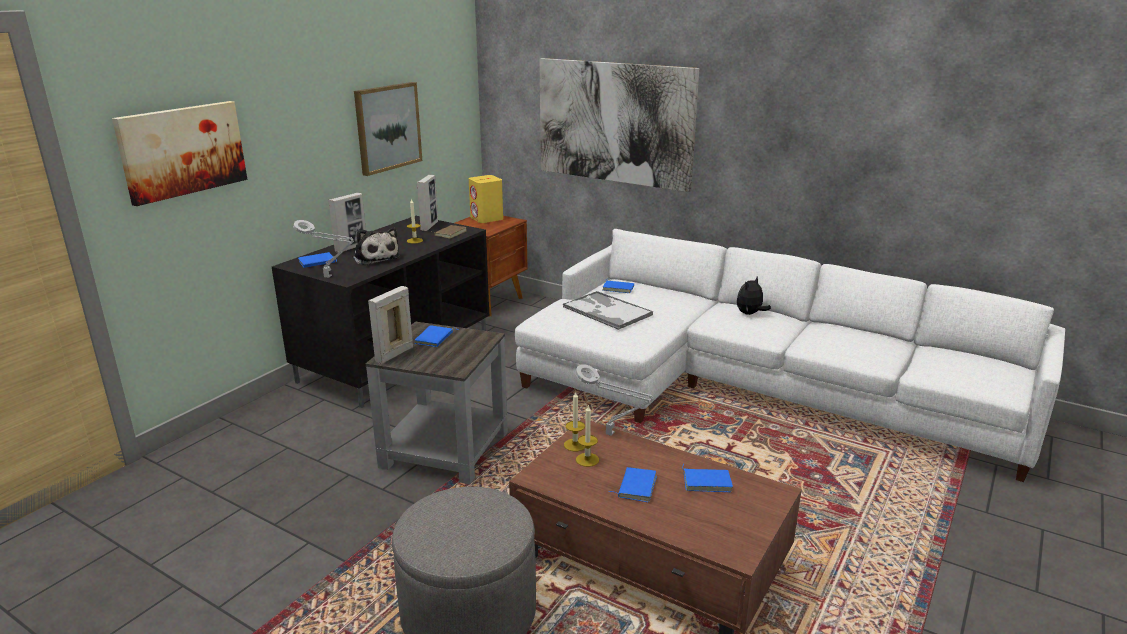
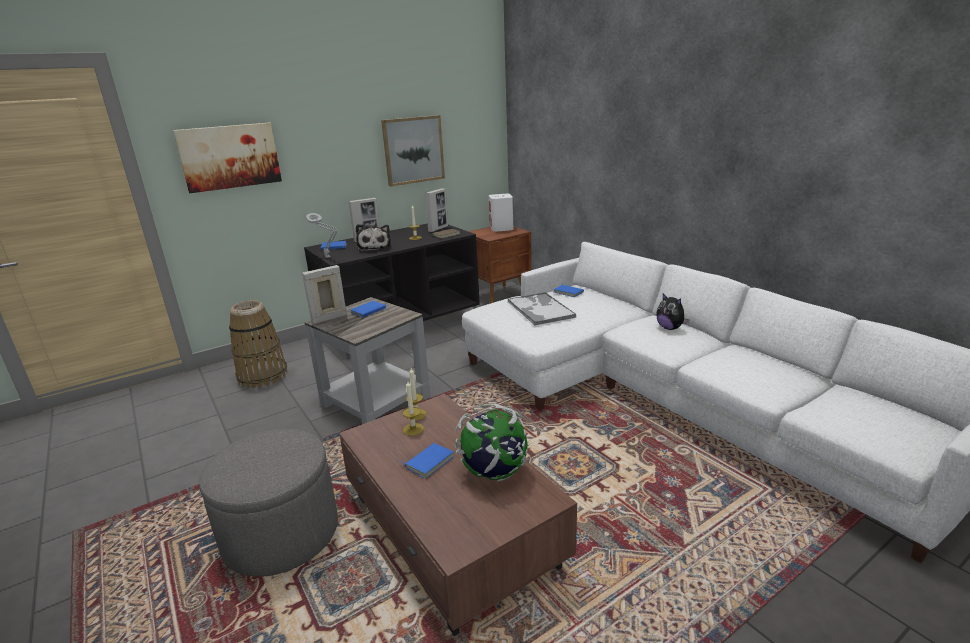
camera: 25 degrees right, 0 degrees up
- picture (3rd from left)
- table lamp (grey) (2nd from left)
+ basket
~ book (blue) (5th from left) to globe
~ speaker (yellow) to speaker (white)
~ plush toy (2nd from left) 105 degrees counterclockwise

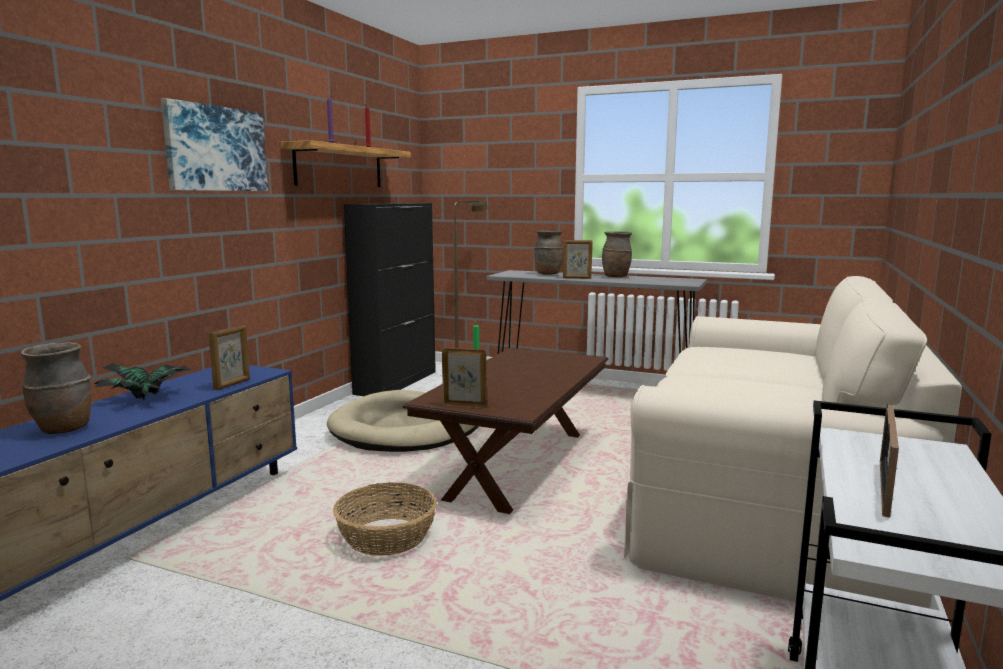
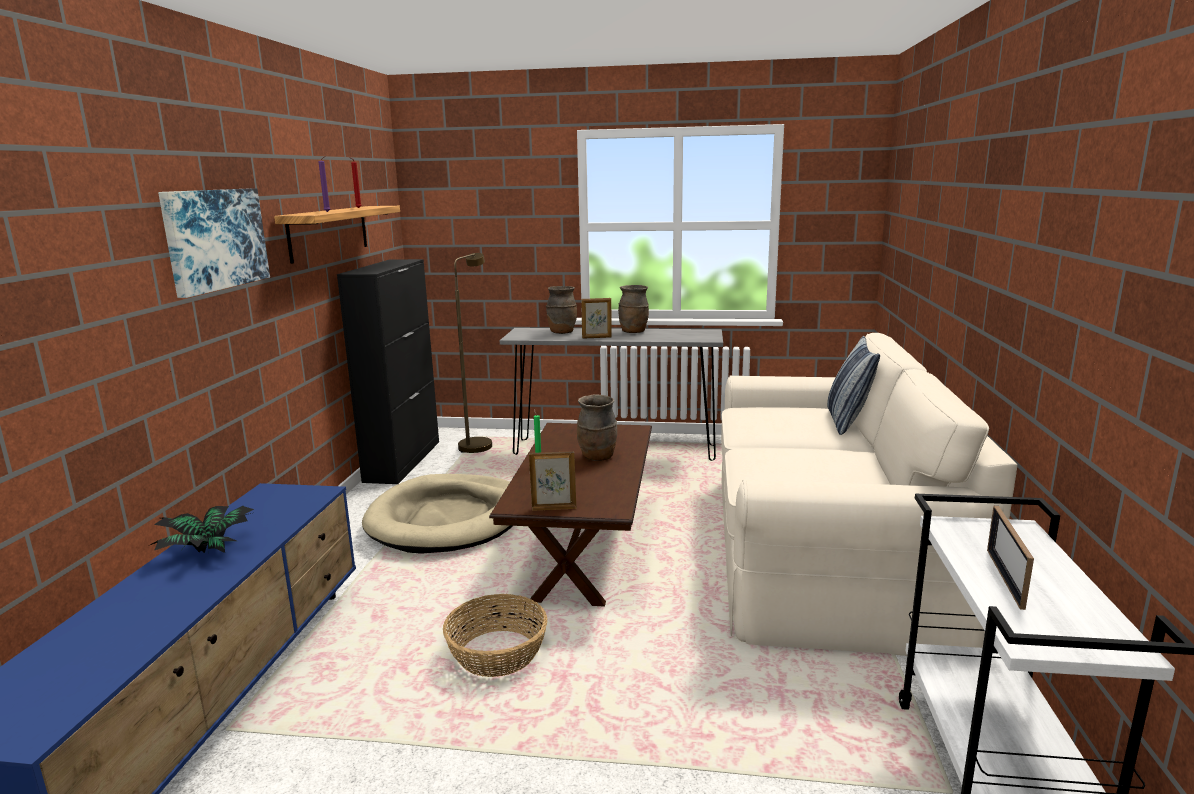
camera: 15 degrees left, 5 degrees up
- picture frame (1st from left)
+ pillow
~ vase (brown) (1st from left in the first image) to vase (brown) (2nd from left)

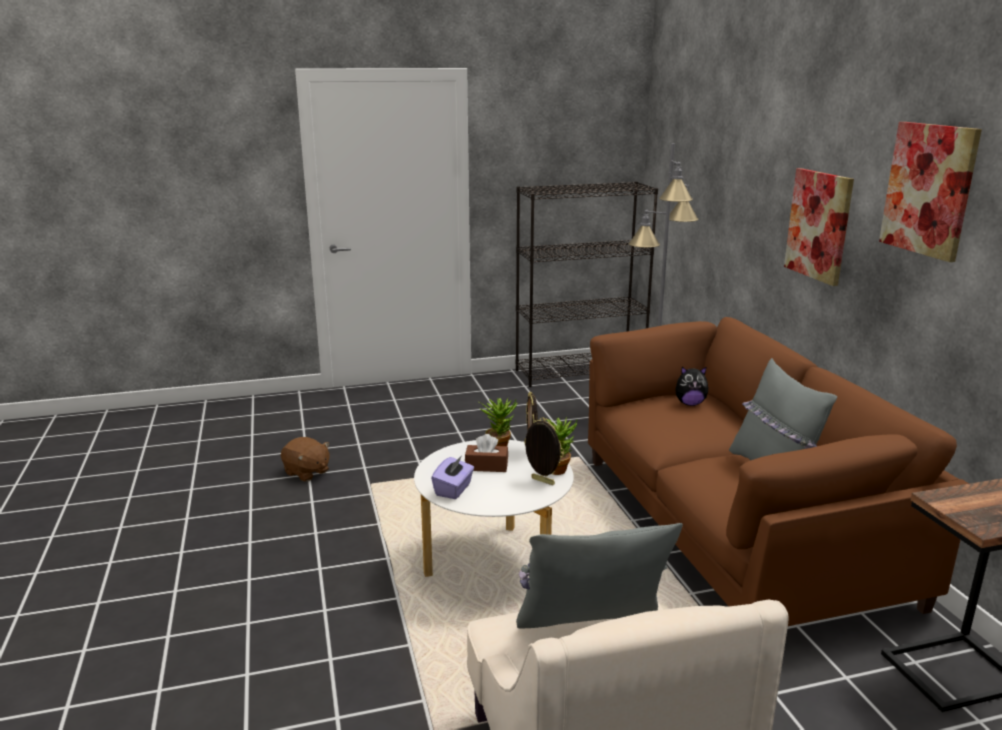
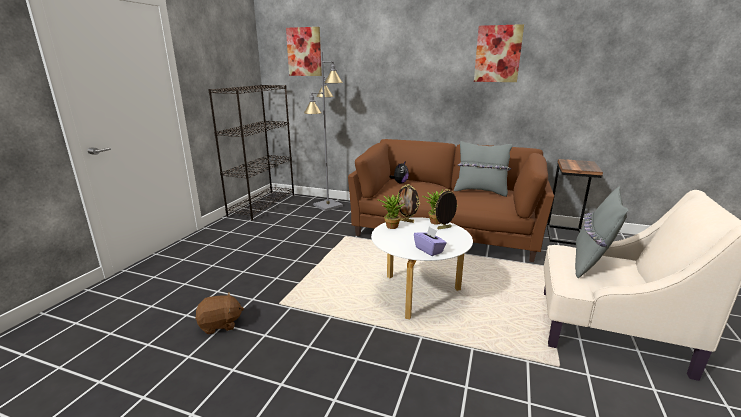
camera: 55 degrees left, 0 degrees up
- tissue box (brown)
~ picture (1st from left)

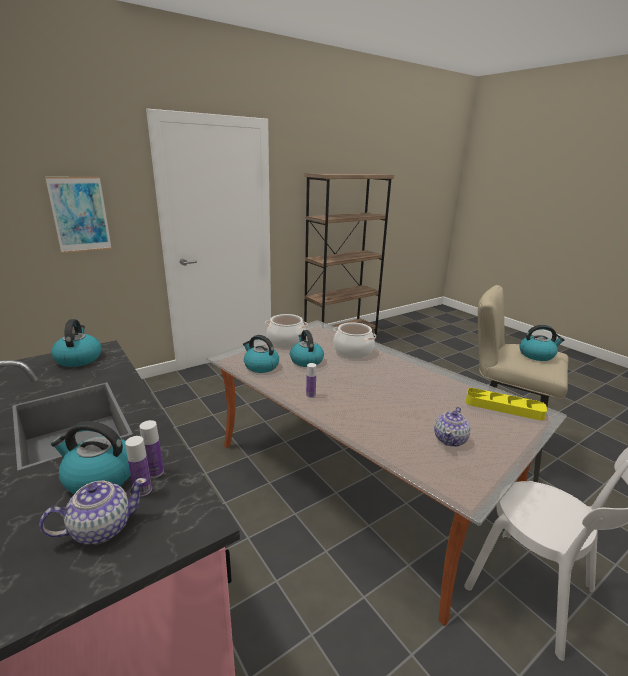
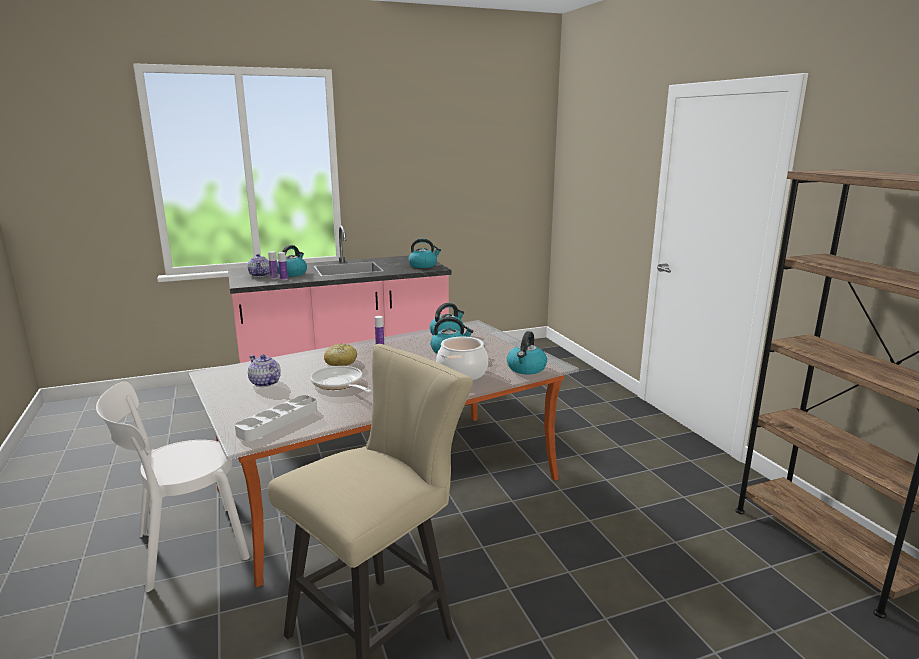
camera: 105 degrees right, 5 degrees down
- picture
- cooking pot (1st from left)
+ frying pan
+ bread
~ kettle (5th from left)
~ tray (yellow) to tray (grey)

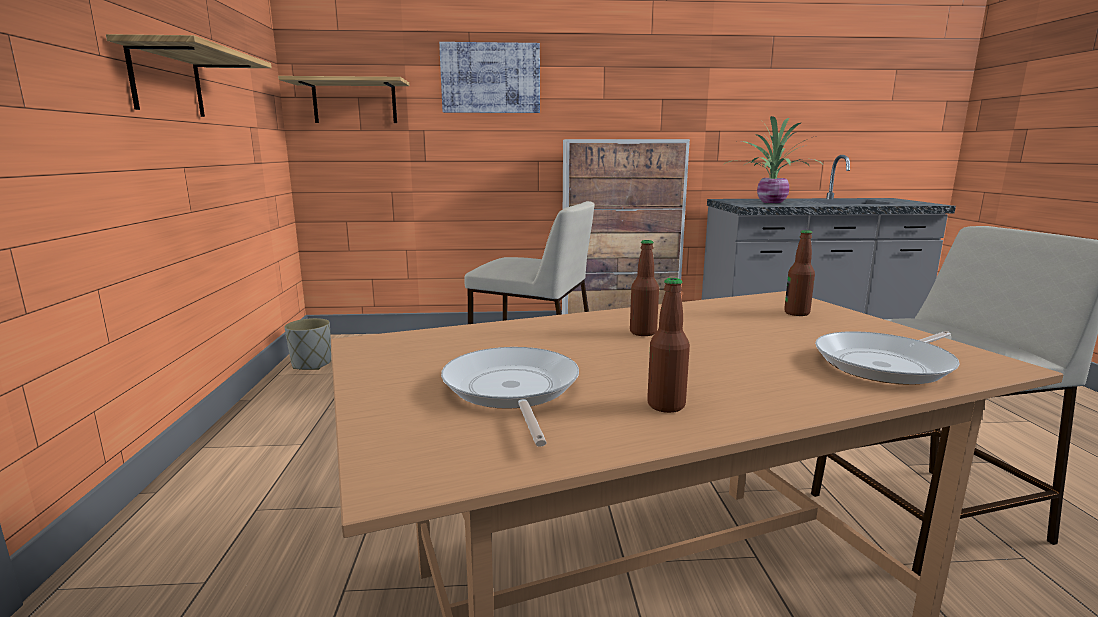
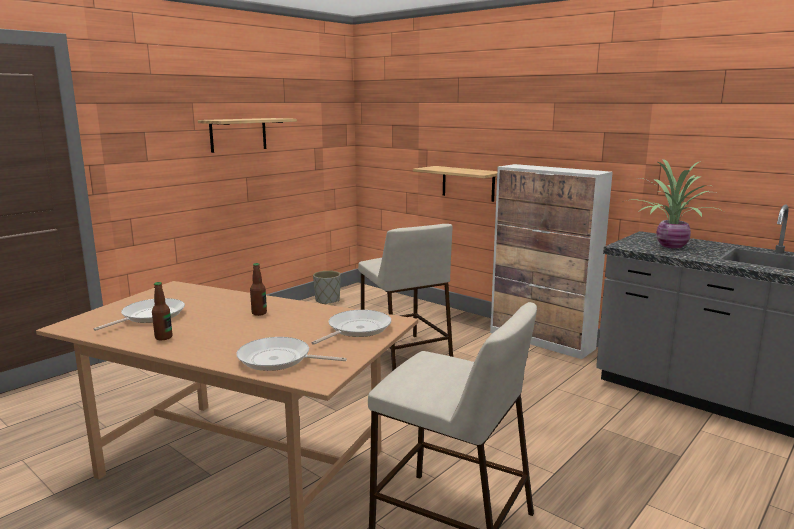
camera: 45 degrees right, 0 degrees up
- picture
~ shelf (2nd from left)
~ bottle (3rd from left) to frying pan (3rd from left)

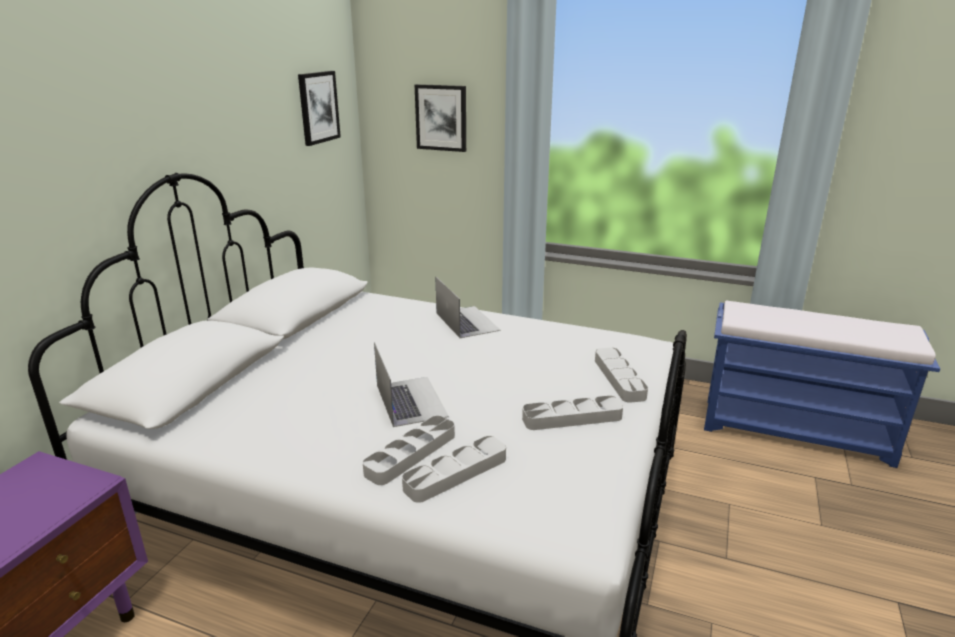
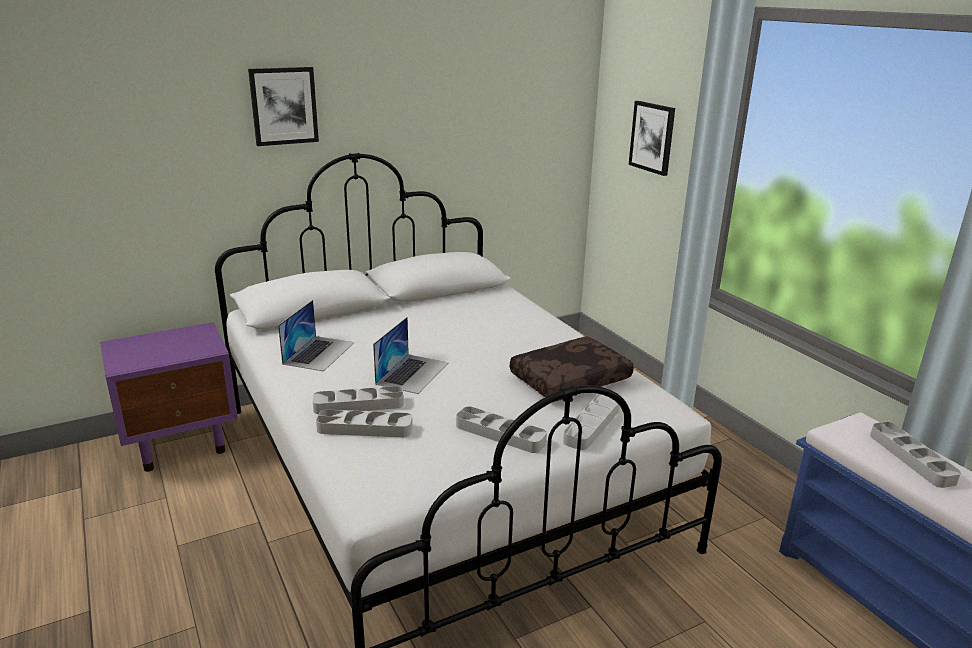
camera: 40 degrees right, 0 degrees up
+ pillow (brown)
+ tray (grey) (5th from left)
~ picture (1st from left)
~ laptop (2nd from left in the first image) to laptop (1st from left)

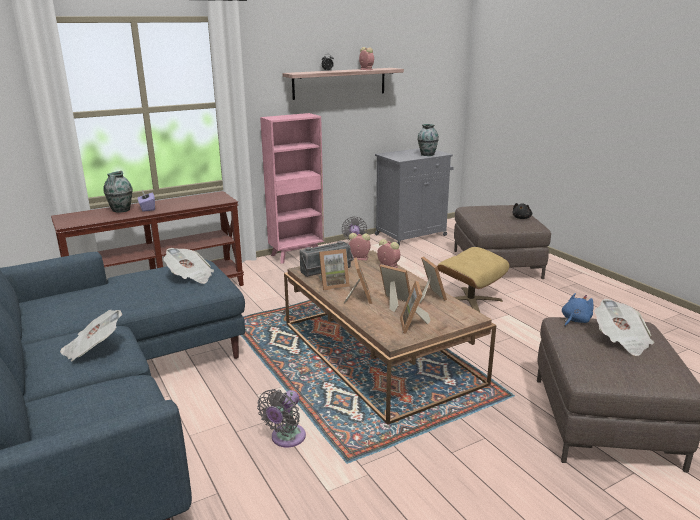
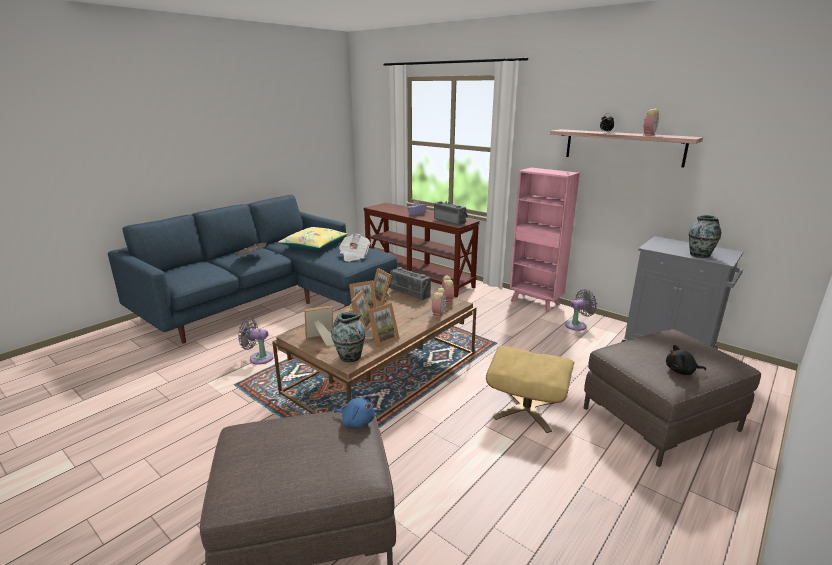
camera: 70 degrees right, 0 degrees up
- newspaper (3rd from left)
+ pillow (yellow)
+ radio (2nd from left)
~ vase (1st from left)

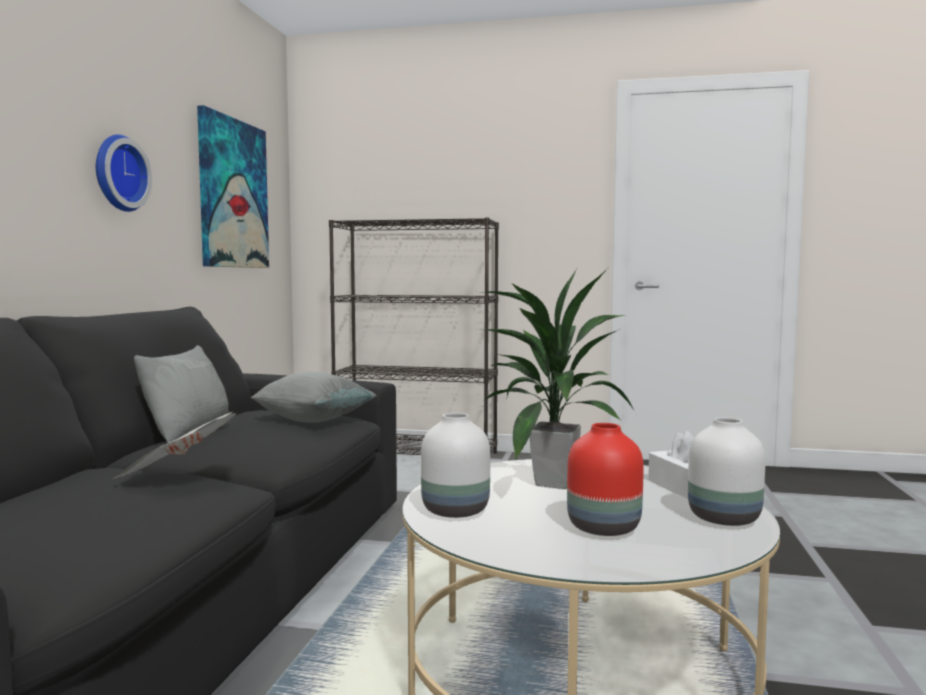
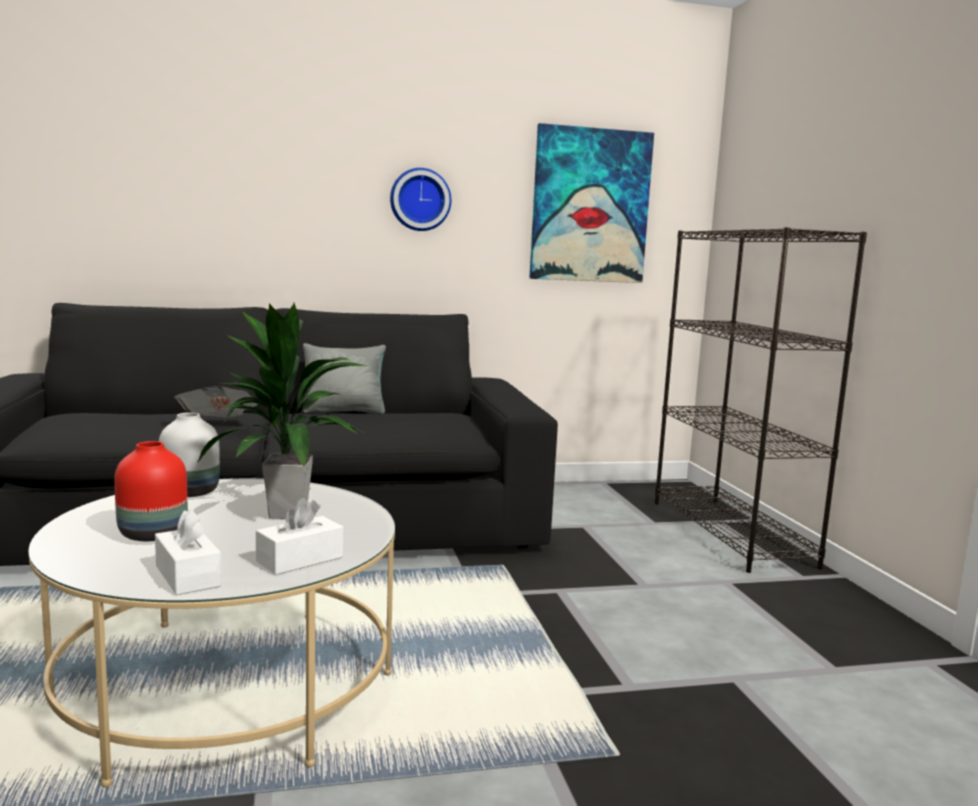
camera: 65 degrees right, 5 degrees up
- pillow (grey) (2nd from left)
~ vase (white) (2nd from left) to tissue box (white) (1st from left)

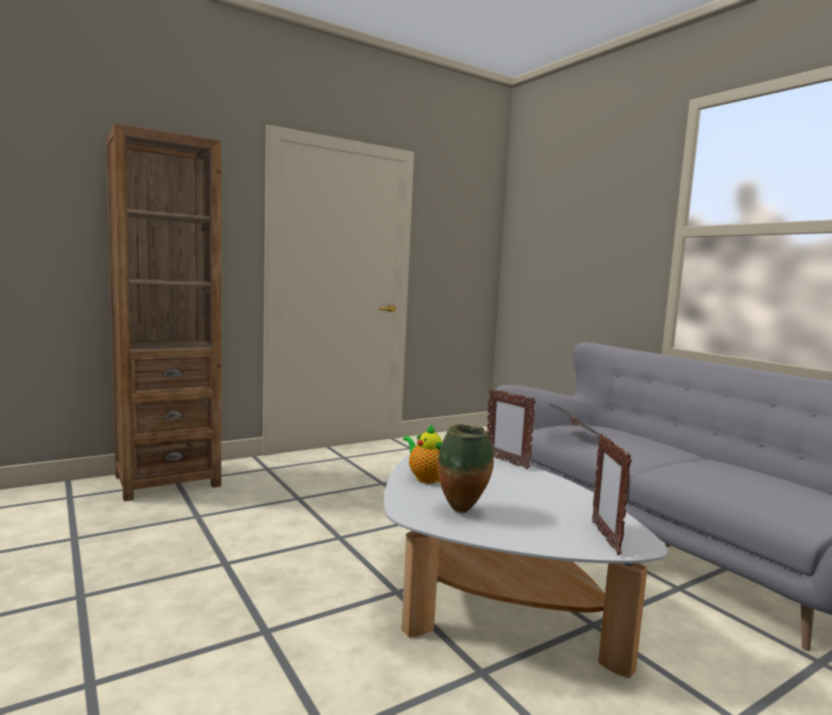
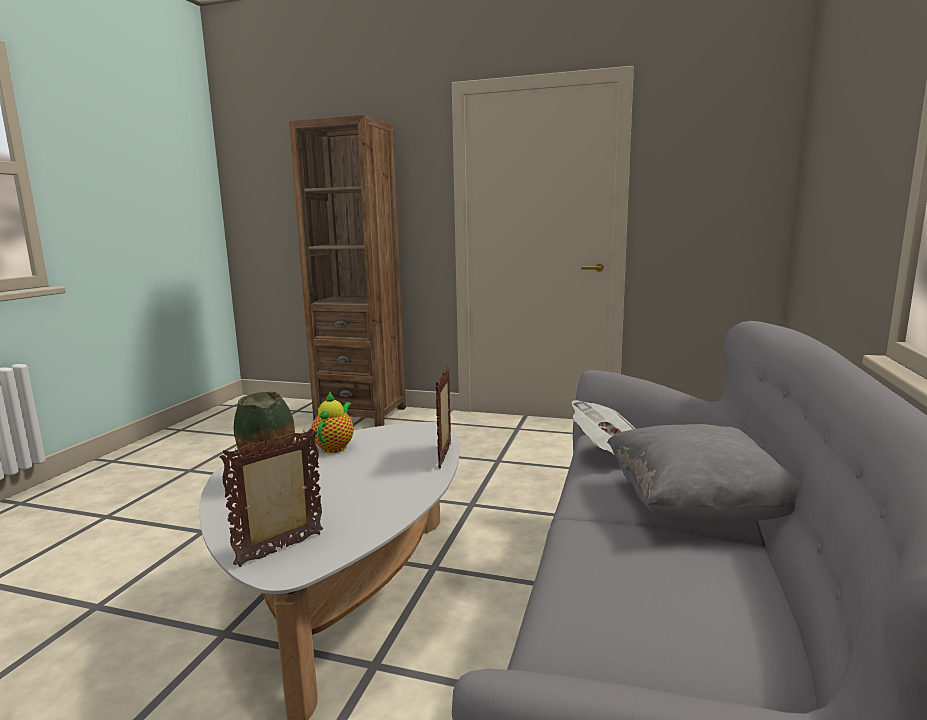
camera: 50 degrees right, 5 degrees up
+ pillow (grey)

